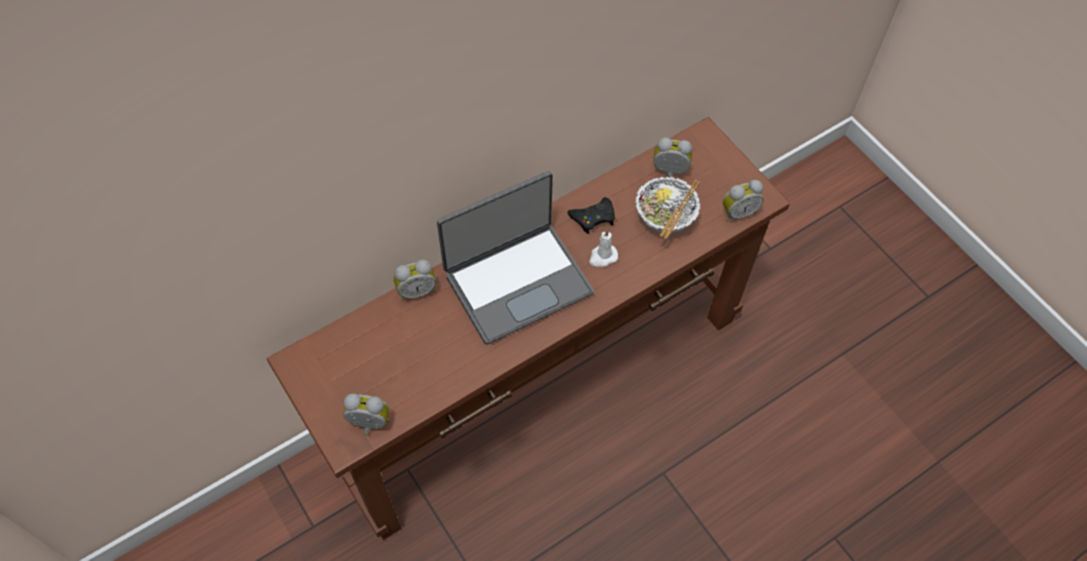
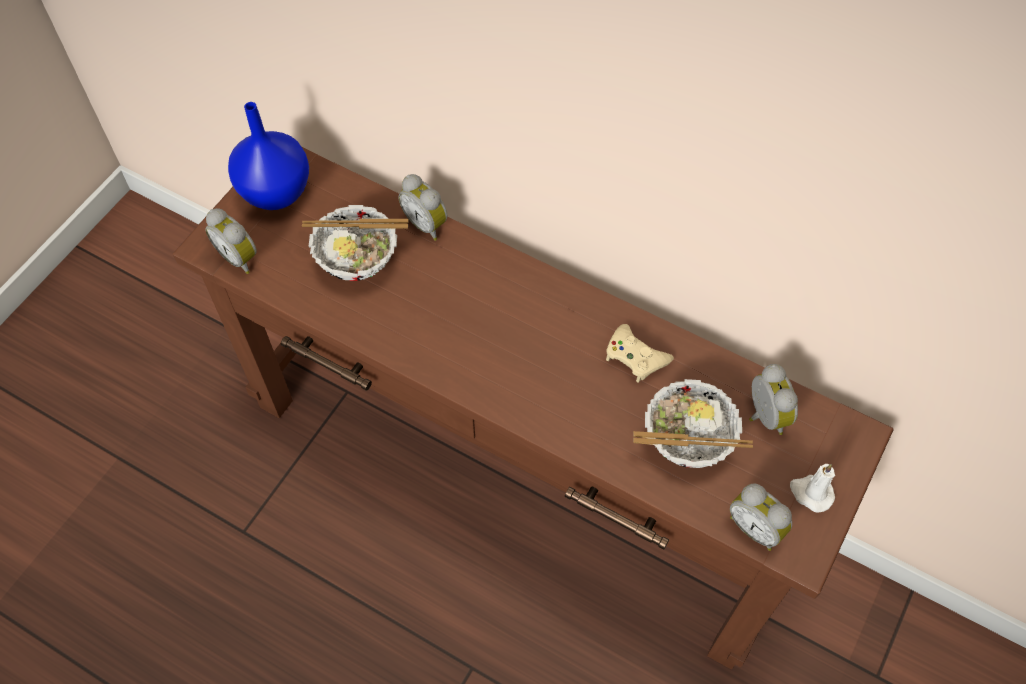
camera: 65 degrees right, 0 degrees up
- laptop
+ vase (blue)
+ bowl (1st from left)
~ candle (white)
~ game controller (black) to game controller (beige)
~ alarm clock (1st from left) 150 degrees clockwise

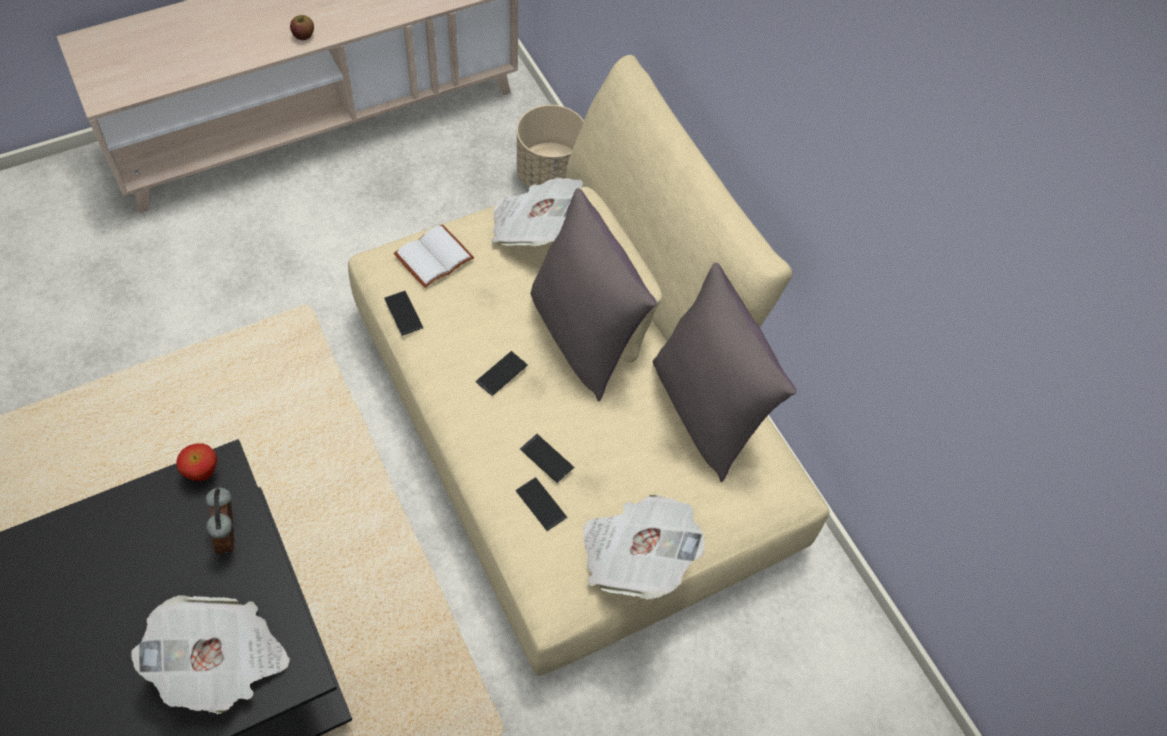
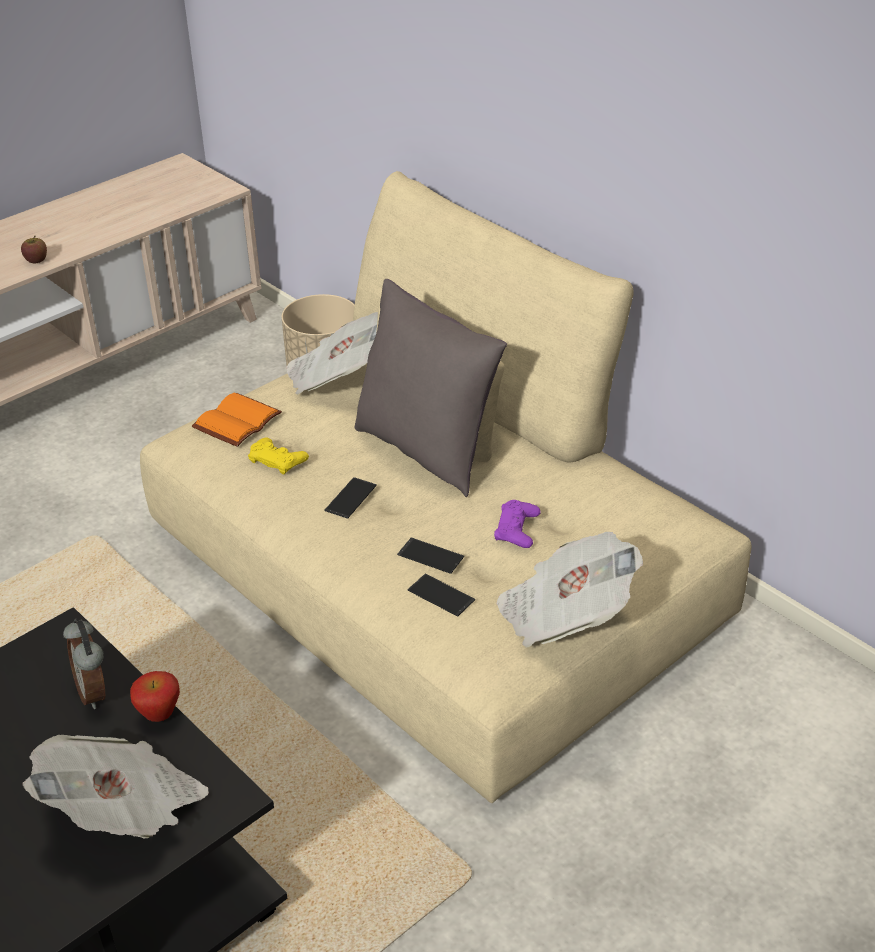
camera: 10 degrees left, 20 degrees down
- phone (1st from left)
- pillow (grey) (2nd from left)
+ game controller (yellow)
+ game controller (purple)
~ apple (1st from left in the first image) to apple (2nd from left)
~ book (white) to book (orange)

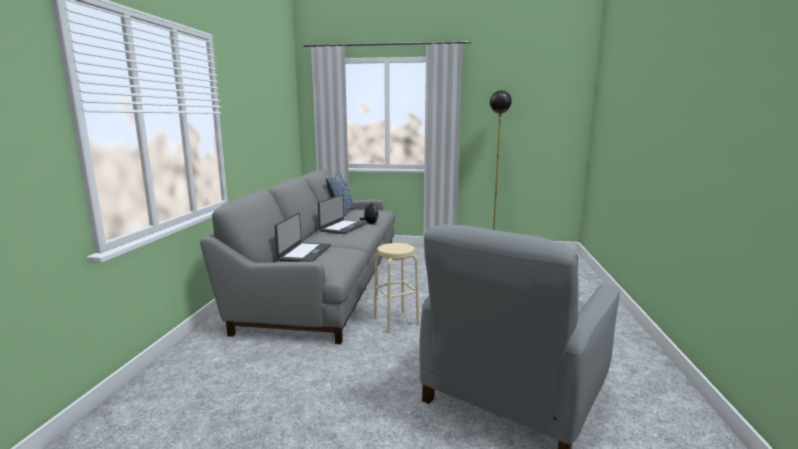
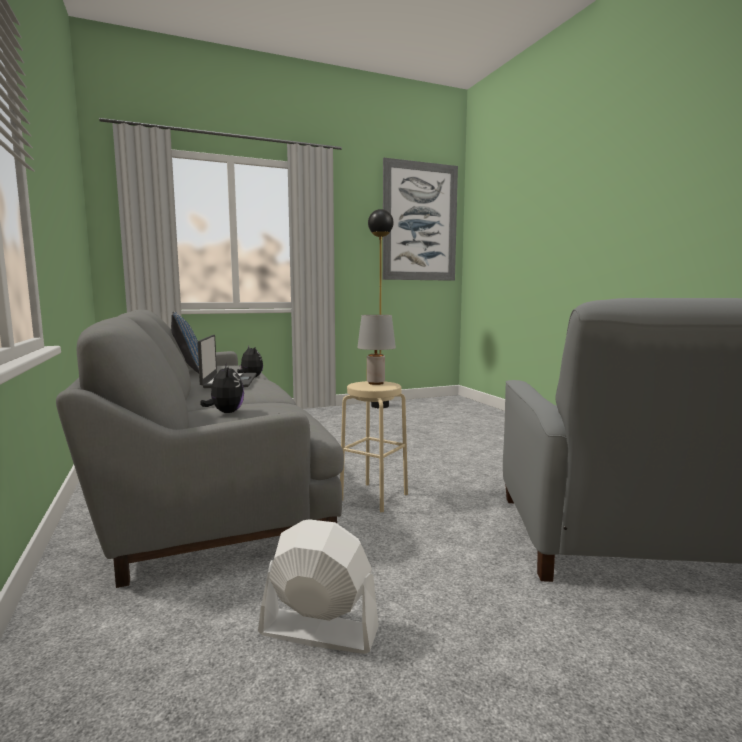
camera: 30 degrees left, 5 degrees down
+ fan (white)
+ table lamp (grey)
+ picture
~ laptop (1st from left) to plush toy (1st from left)

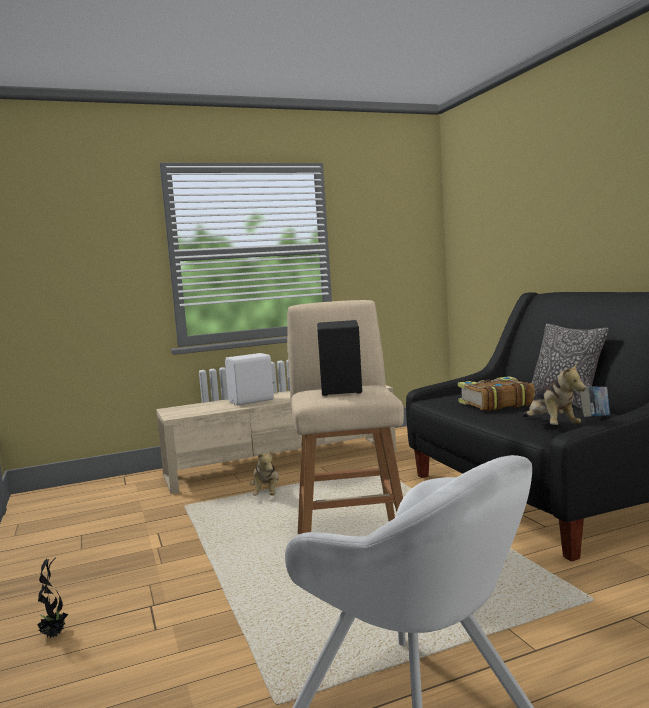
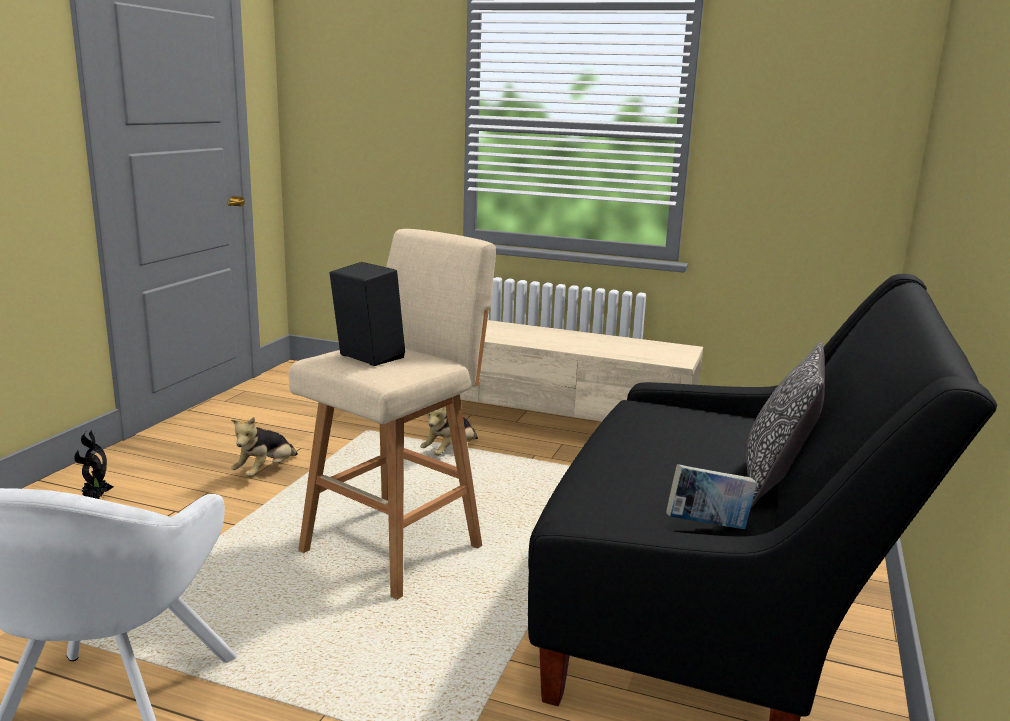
camera: 40 degrees right, 10 degrees up
- speaker (white)
- book (1st from left)
~ plush toy (2nd from left in the first image) to plush toy (1st from left)

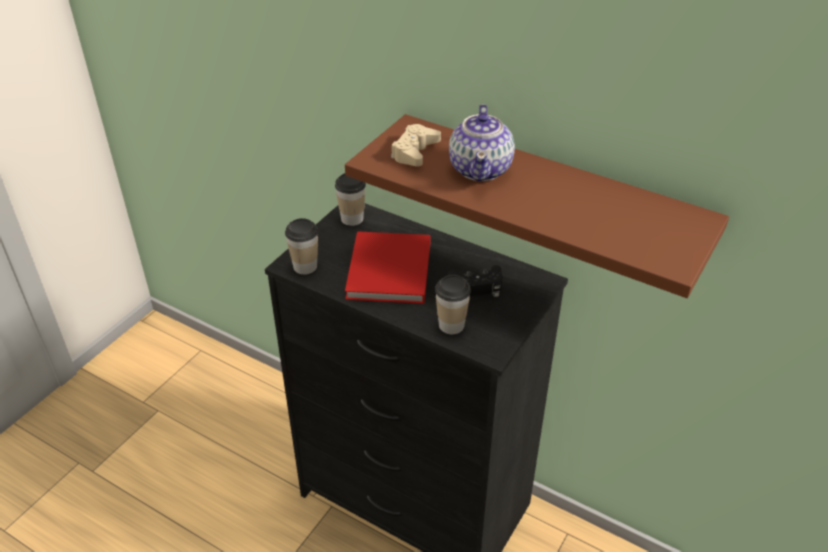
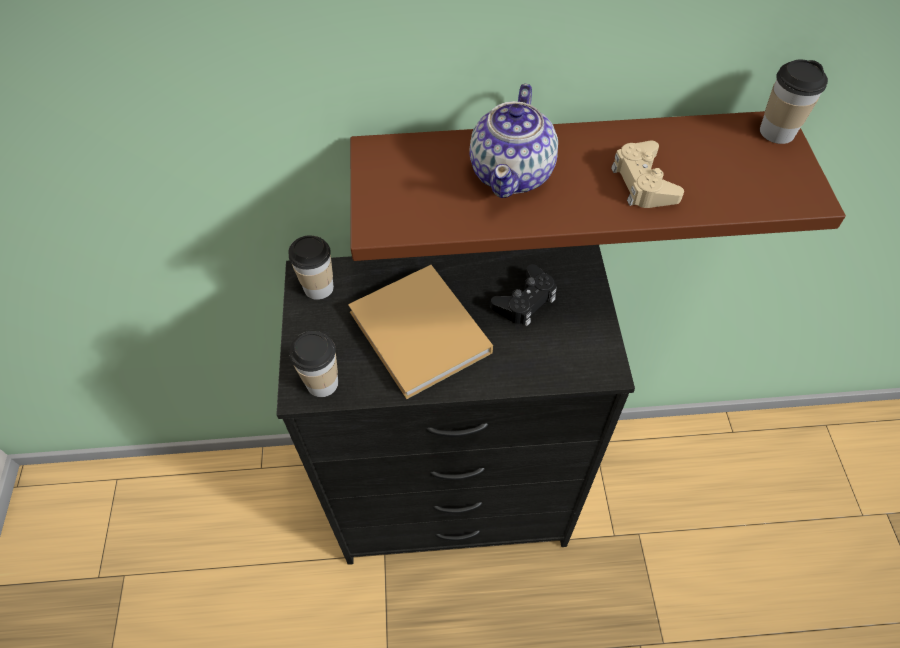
camera: 35 degrees left, 15 degrees up
~ game controller (beige)
~ cup (3rd from left)
~ book (red) to book (beige)
~ teapot 45 degrees clockwise

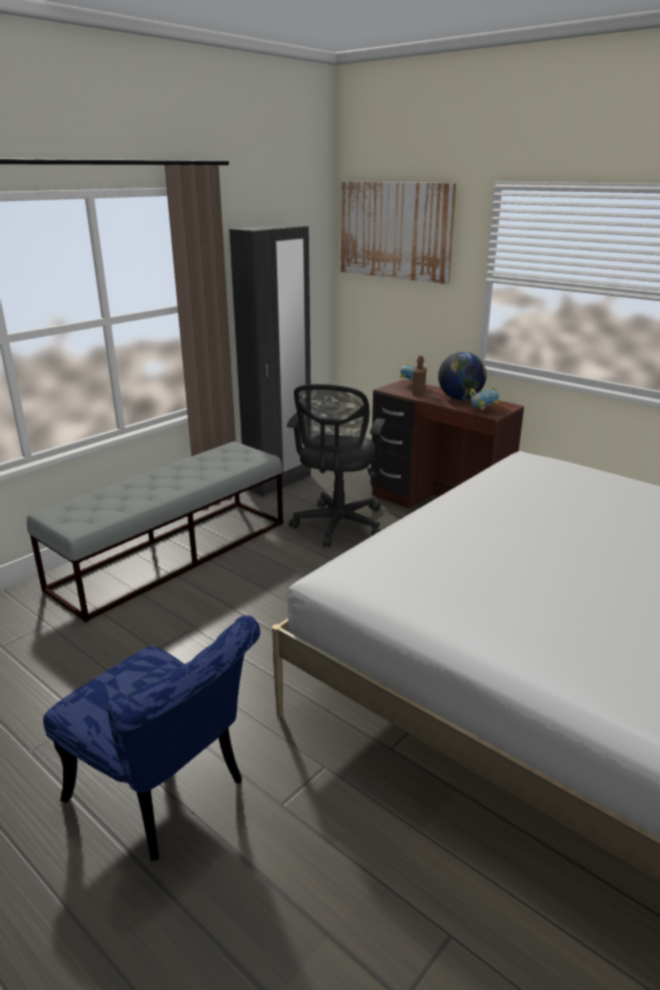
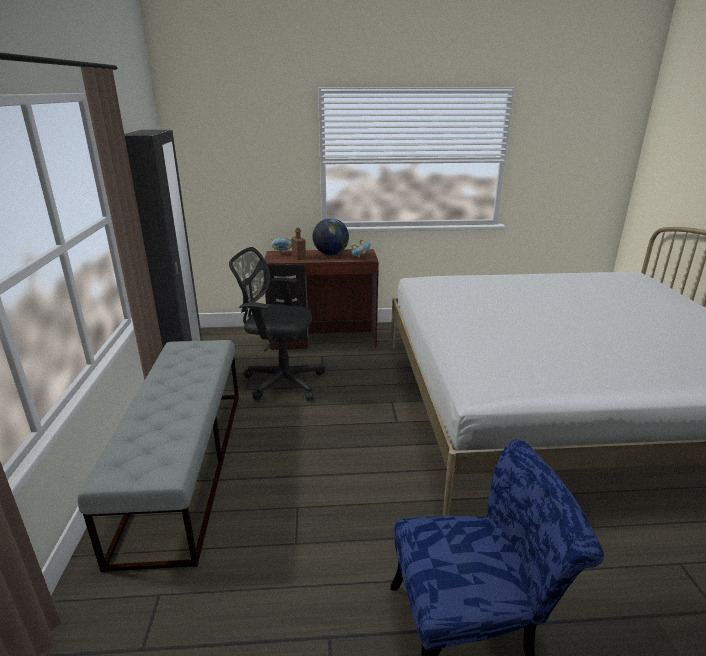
camera: 45 degrees left, 0 degrees up
- picture
~ office chair (black) 135 degrees clockwise

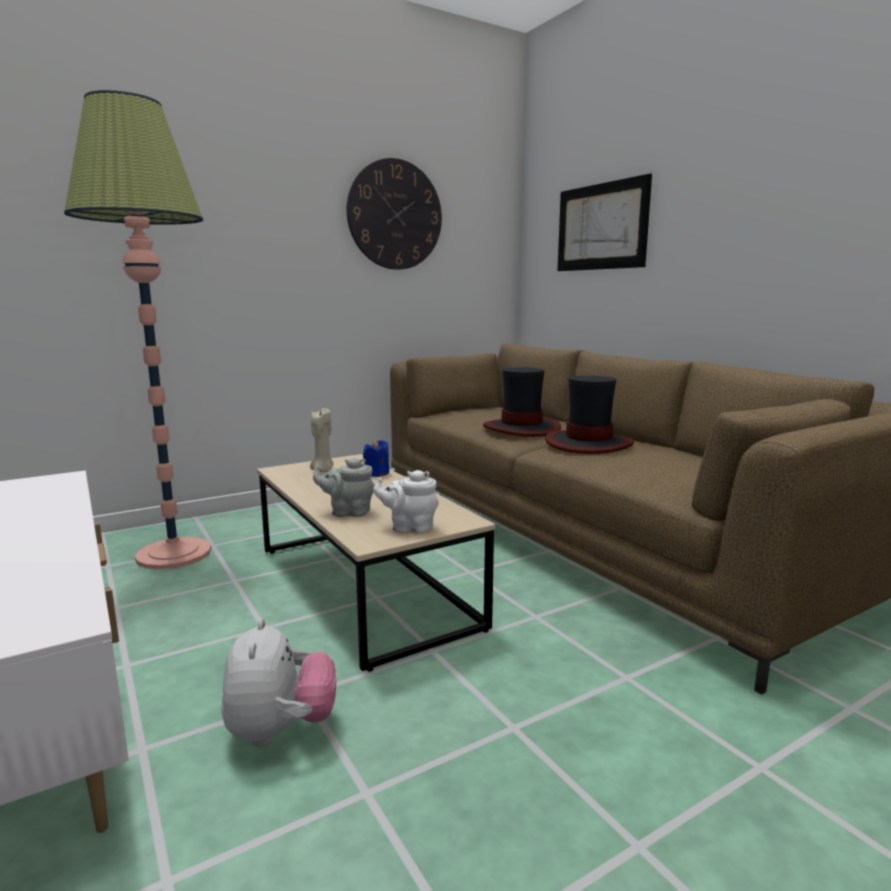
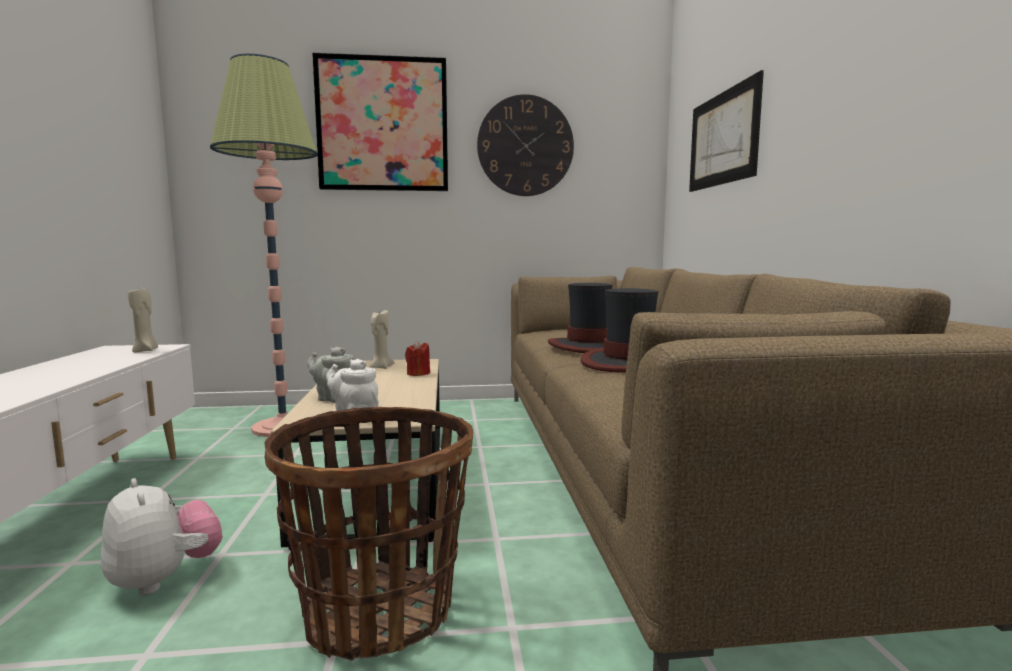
camera: 25 degrees right, 5 degrees down
+ candle (beige) (1st from left)
+ basket
+ picture (1st from left)
~ candle (blue) to candle (red)
~ plush toy 60 degrees counterclockwise

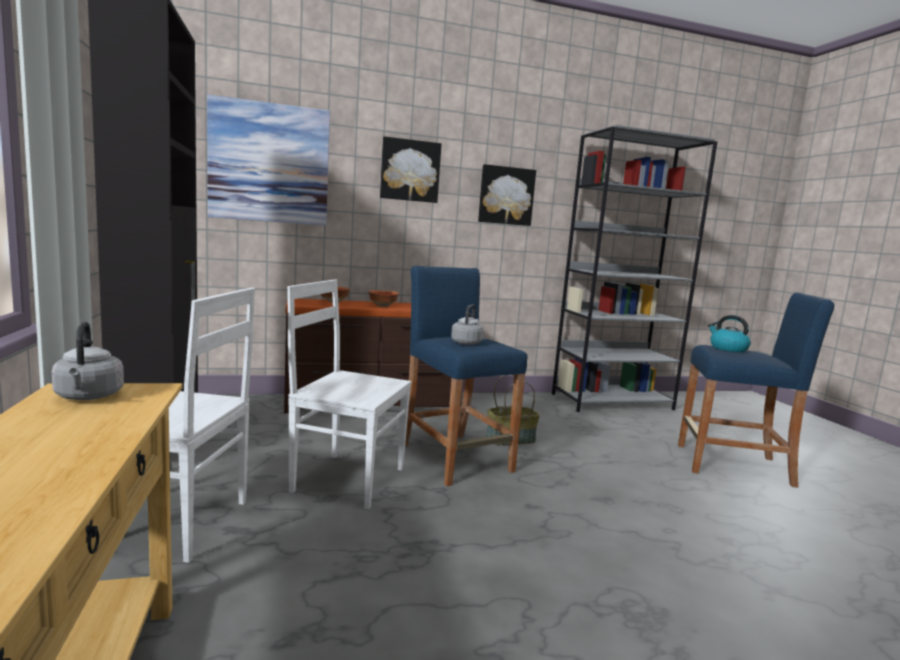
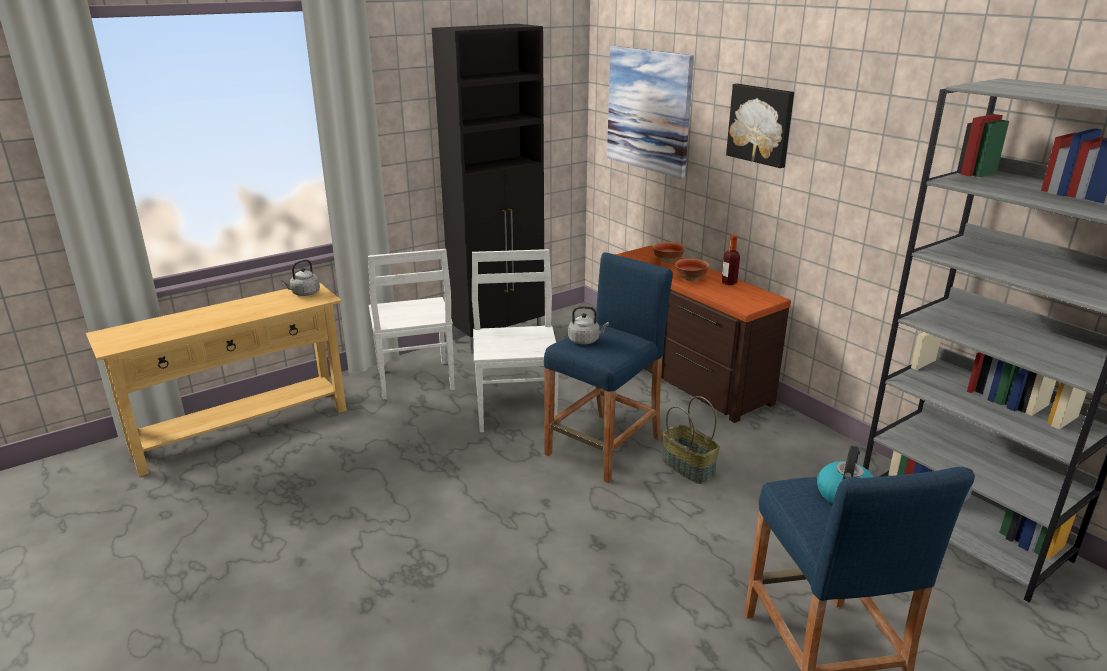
camera: 70 degrees right, 15 degrees up
- picture (3rd from left)
+ bottle

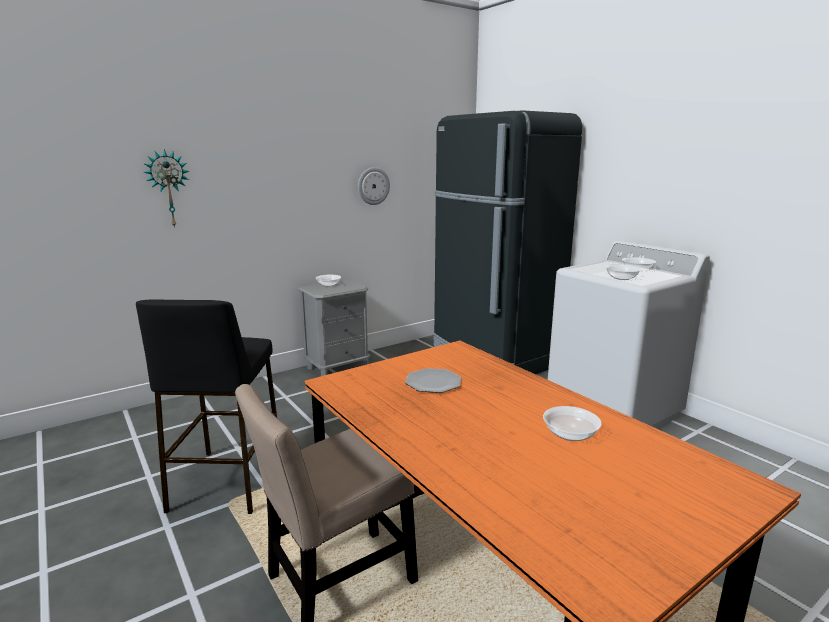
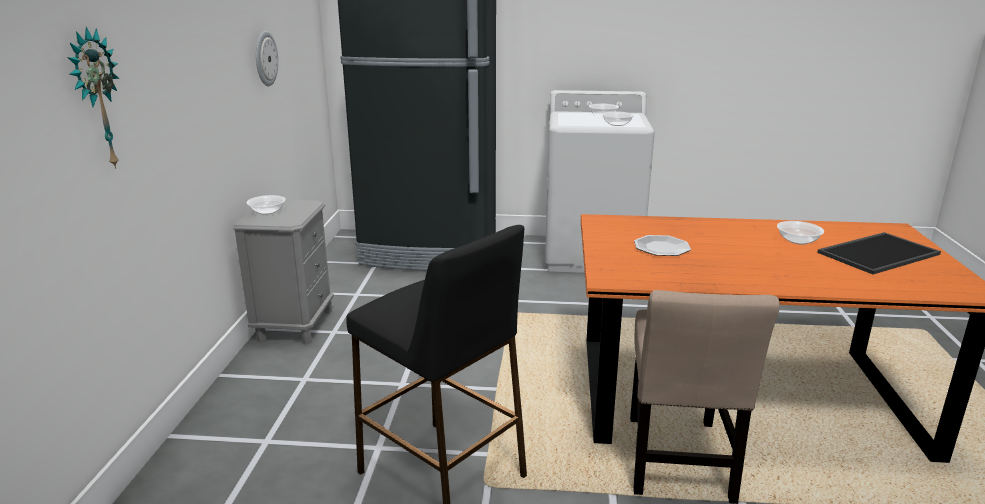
camera: 50 degrees left, 5 degrees up
+ tray

